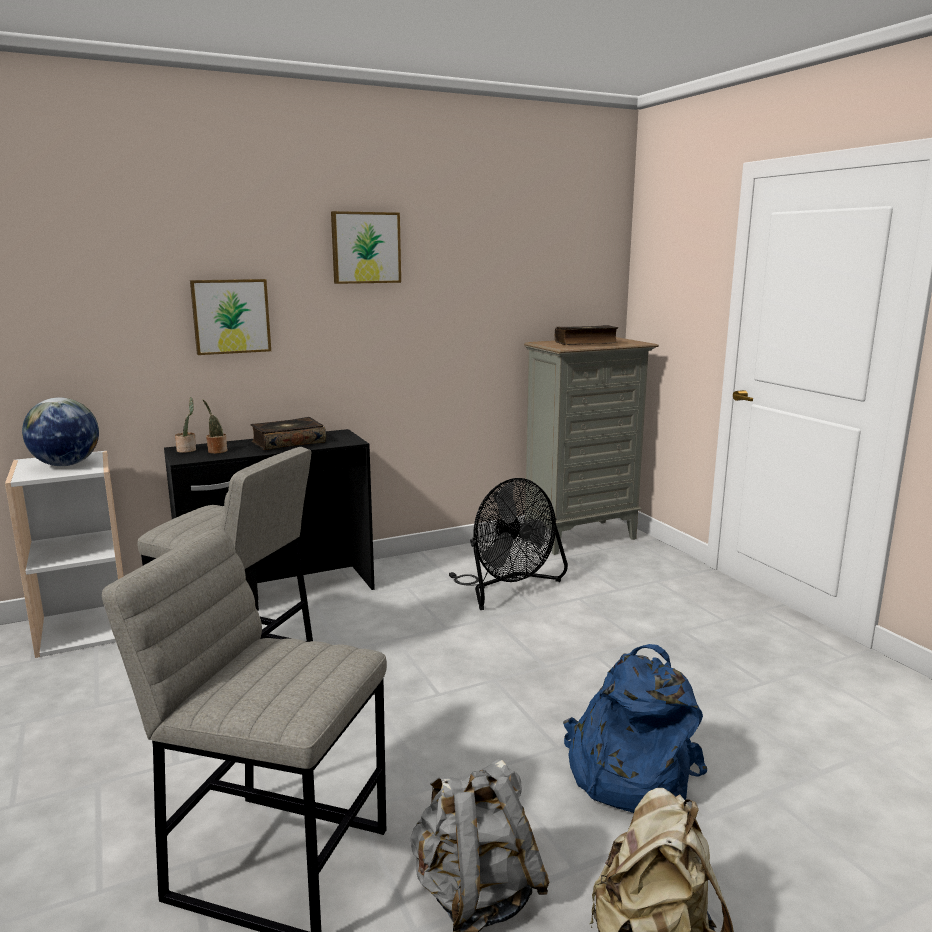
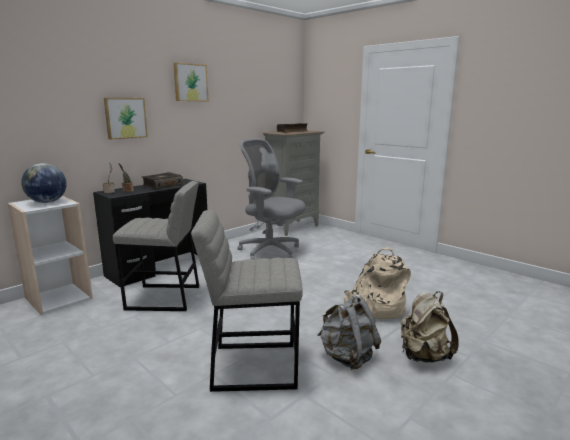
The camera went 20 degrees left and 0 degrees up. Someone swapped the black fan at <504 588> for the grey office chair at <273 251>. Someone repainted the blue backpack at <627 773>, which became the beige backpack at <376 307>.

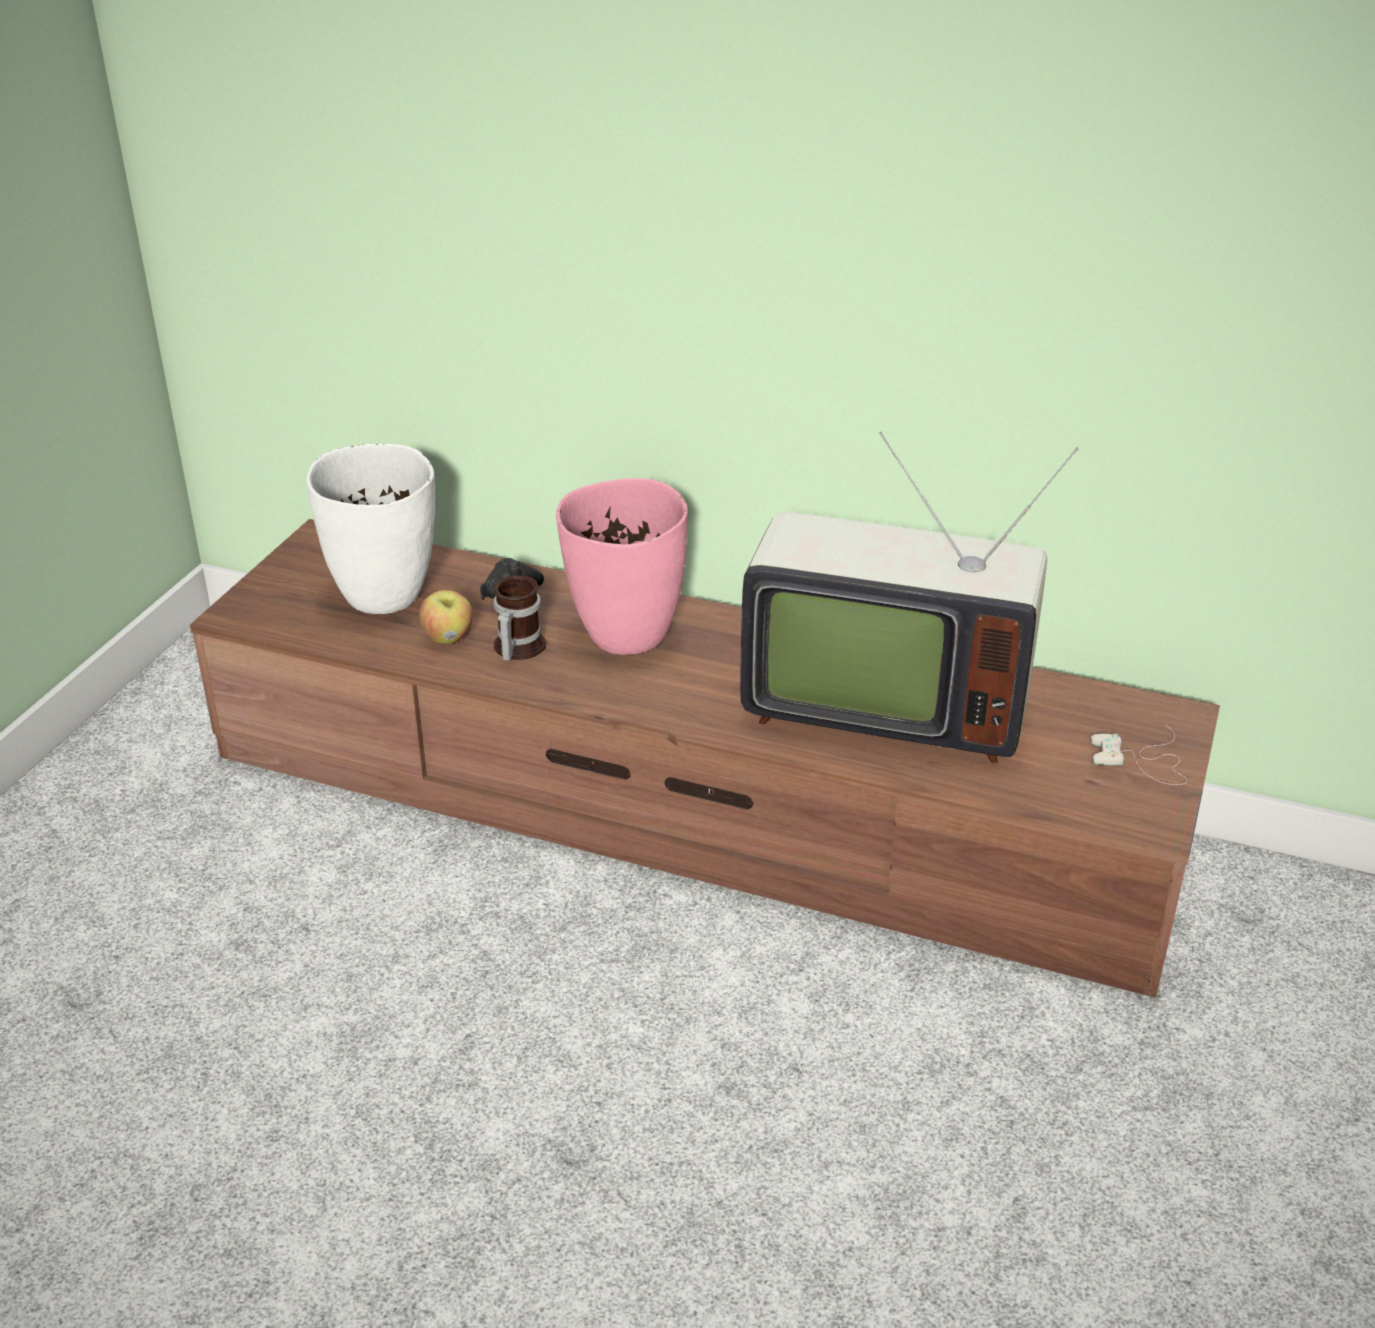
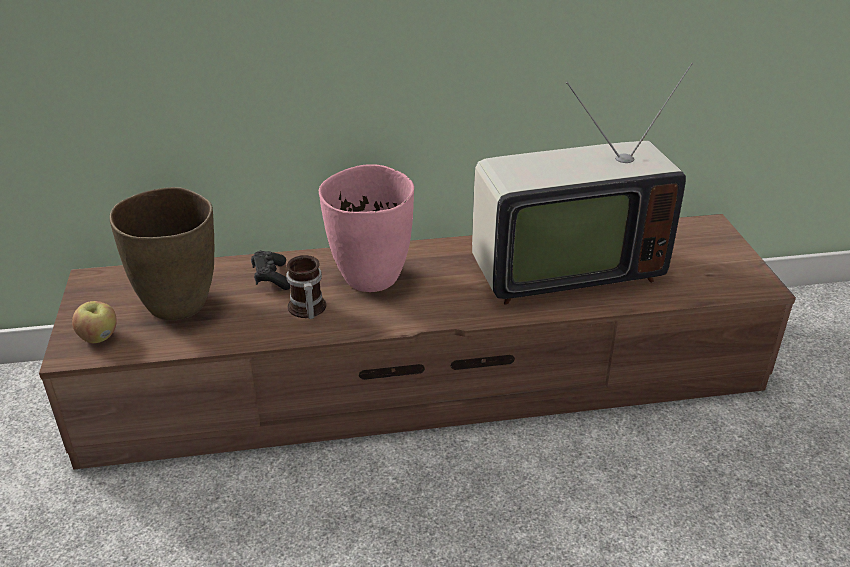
The camera went 30 degrees left and 0 degrees up. Someone repainted the white vase at <385 596>, which became the brown vase at <179 304>. Someone carried the apple from <448 638> to <99 337>. Someone took away the white game controller at <1142 761>.

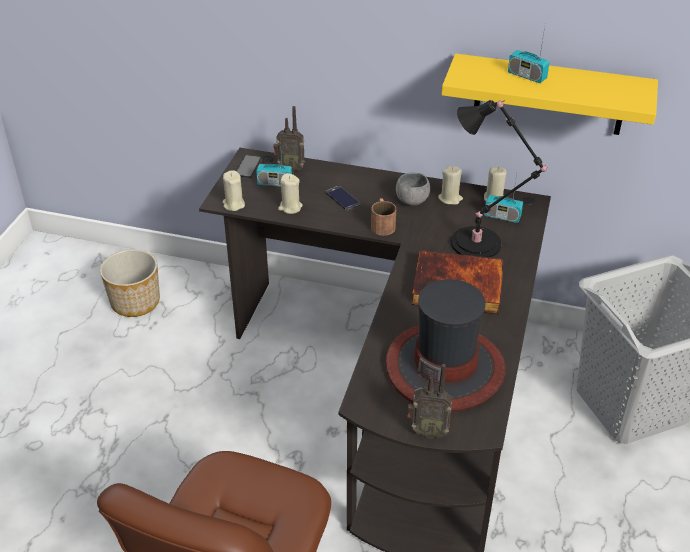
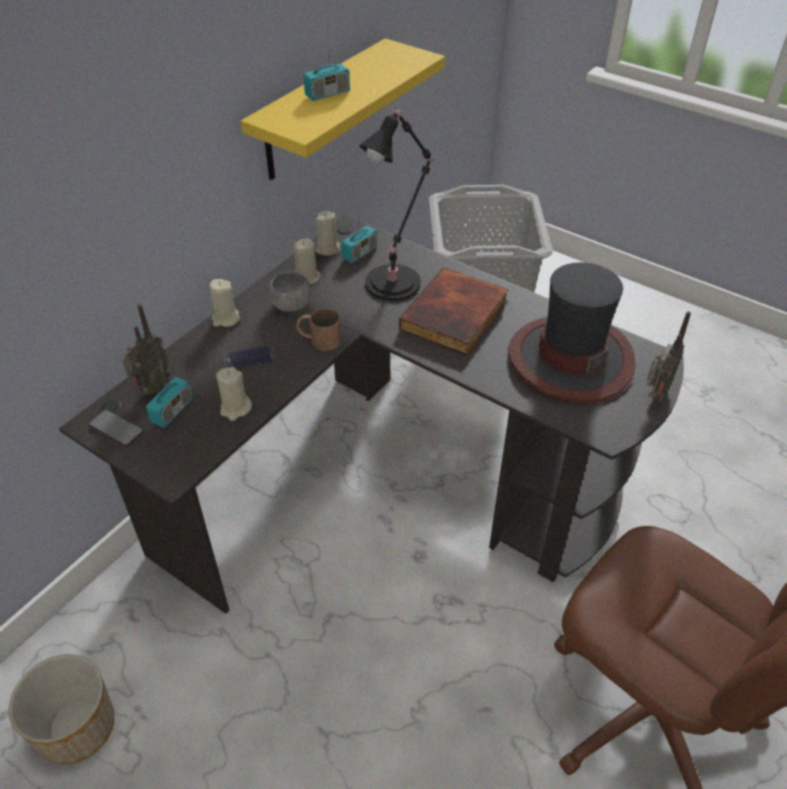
The camera went 70 degrees left and 5 degrees up. Someone carried the beige candle from <233 204> to <225 319>.

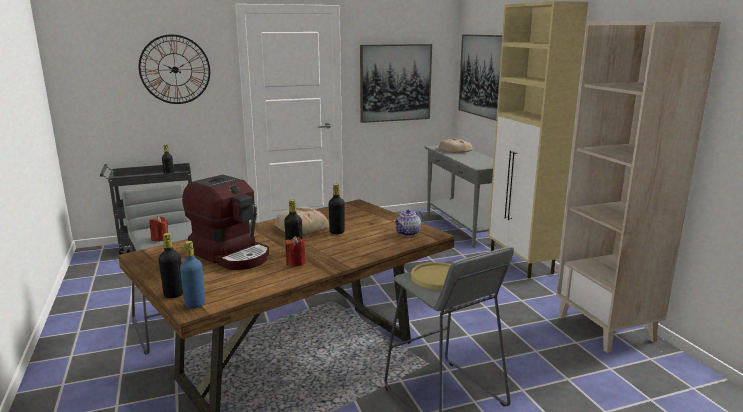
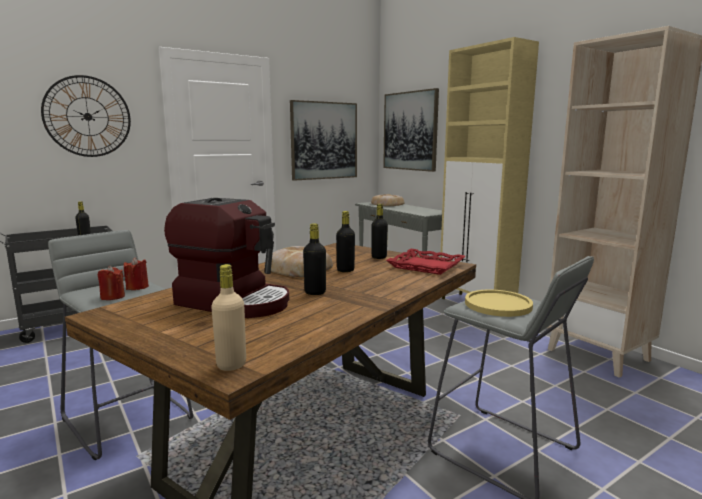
The camera went 15 degrees left and 5 degrees down. Someone carried the black bottle from <174 294> to <379 257>. Someone repainted the blue bottle at <195 304>, which became the beige bottle at <231 364>. Someone carried the red candle from <296 263> to <137 287>. Someone swapped the teapot at <408 233> for the red tray at <426 266>.

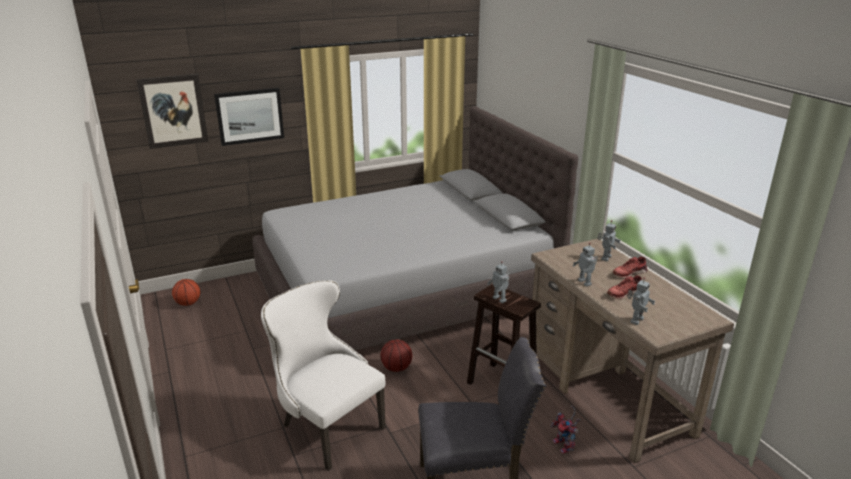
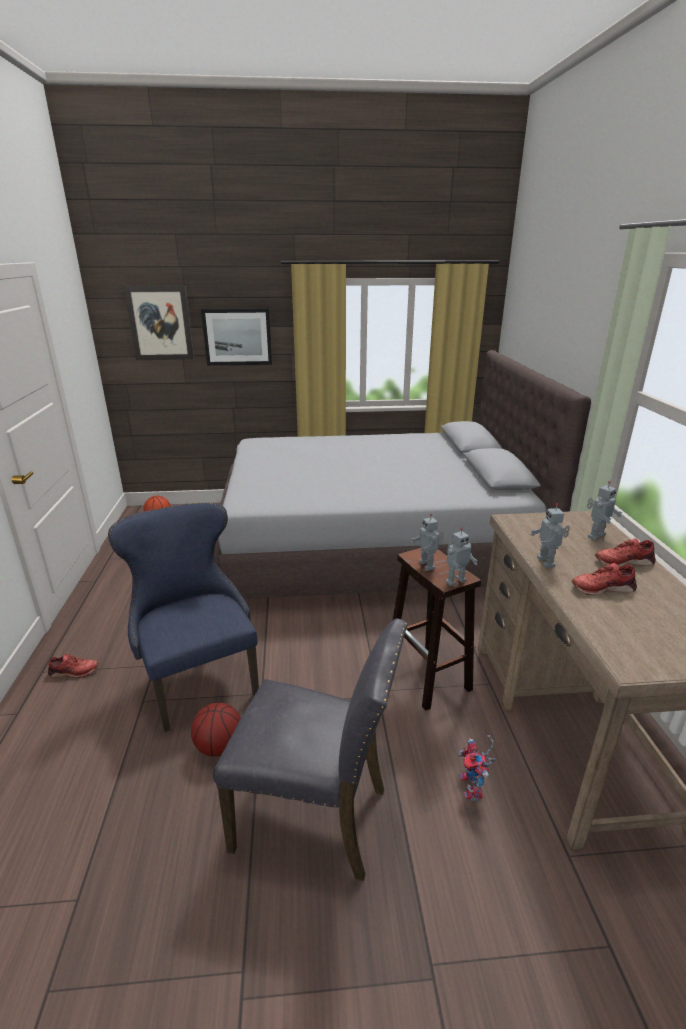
The camera went 20 degrees right and 0 degrees up. Someone repainted the white chair at <327 427>, which became the blue chair at <198 678>. Someone carried the basketball from <396 368> to <219 746>. Someone carried the toy robot from <636 320> to <455 581>. Someone put down the red shoe at <73 672>.

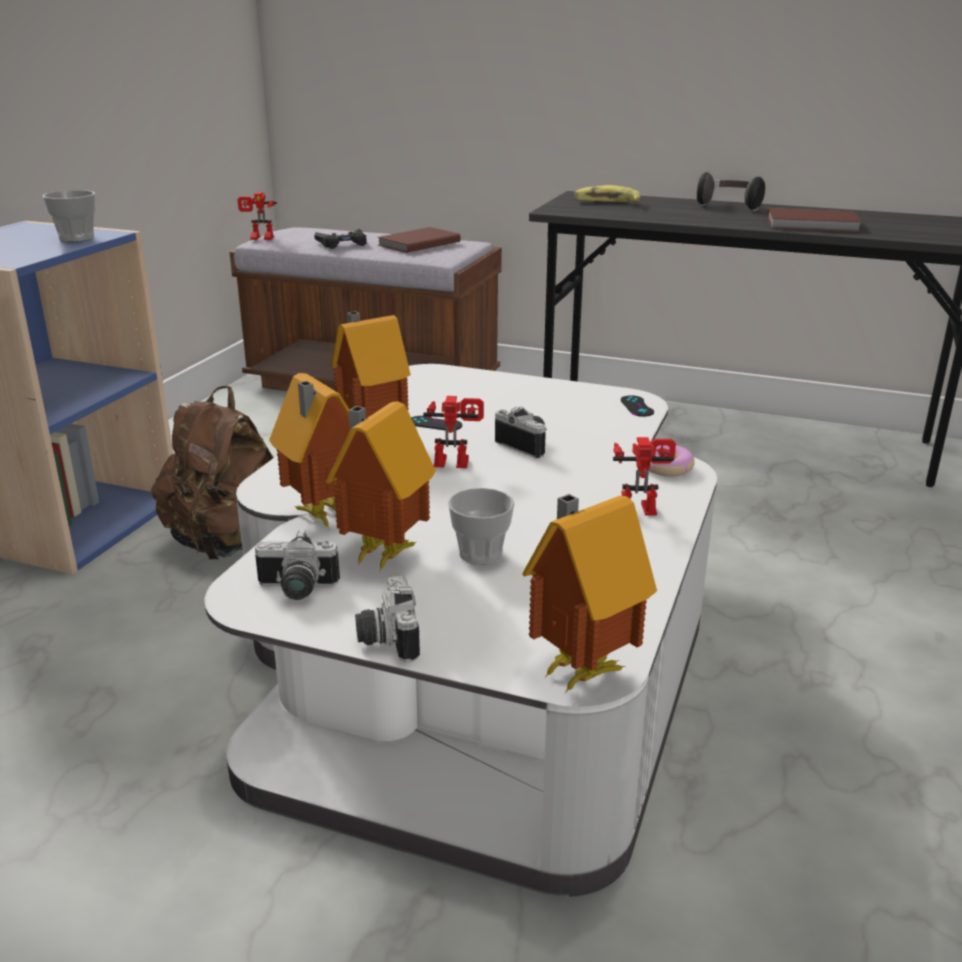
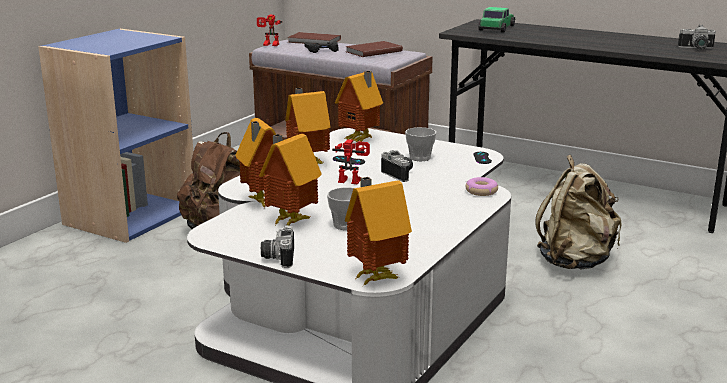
The camera went 10 degrees right and 5 degrees down. Someone carried the cup from <76 238> to <420 158>. Someone carried the photo camera from <296 590> to <696 48>. Someone swapped the banana at <607 203> for the toy car at <496 28>. Someone took away the toy robot at <638 506>. Someone took away the headphones at <732 205>. Someone carried the brown book from <813 225> to <314 41>. Someone put down the toy house at <360 140>. Someone put down the beige backpack at <575 262>.

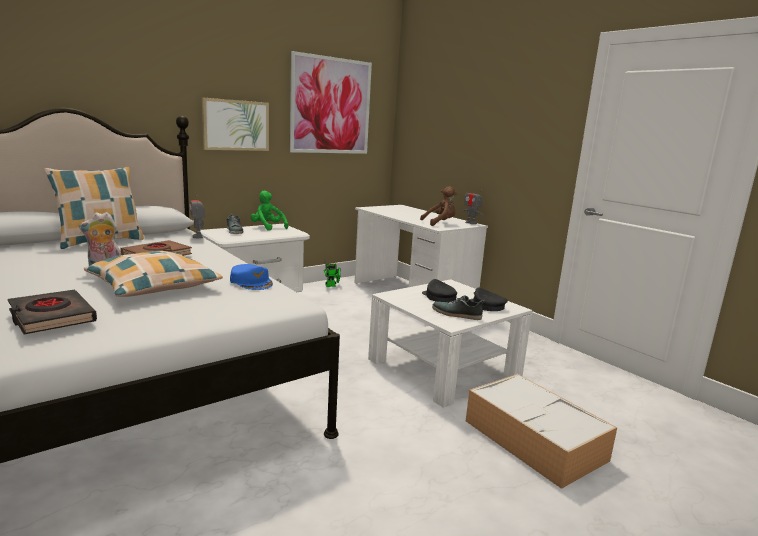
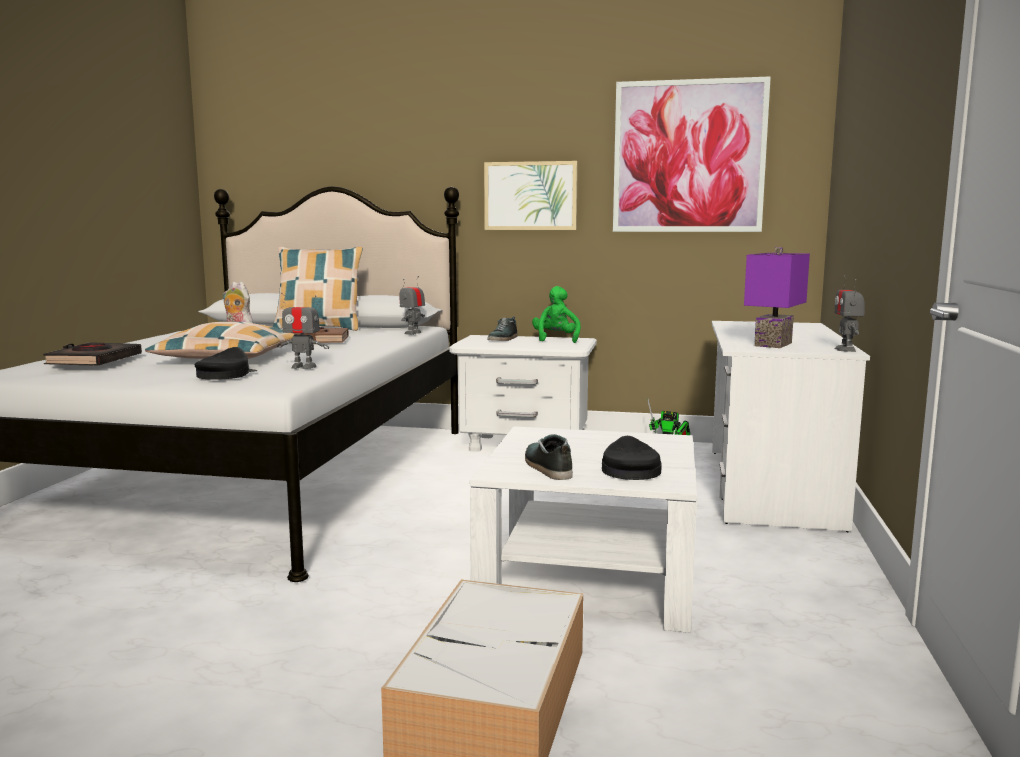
The camera went 50 degrees right and 5 degrees down. Someone swapped the blue cap at <251 282> for the toy robot at <303 367>. Someone swapped the brown plush toy at <440 223> for the purple table lamp at <775 344>. Someone carried the black cap from <438 297> to <226 375>.

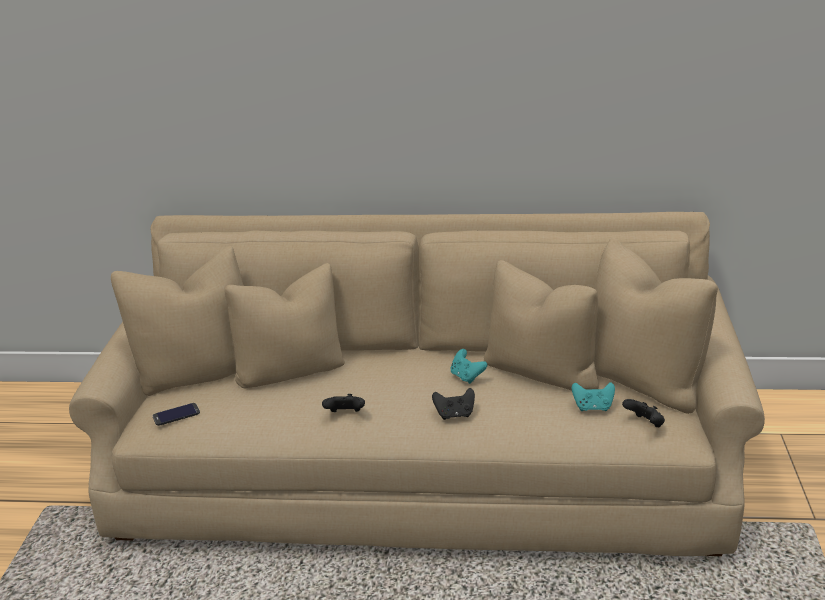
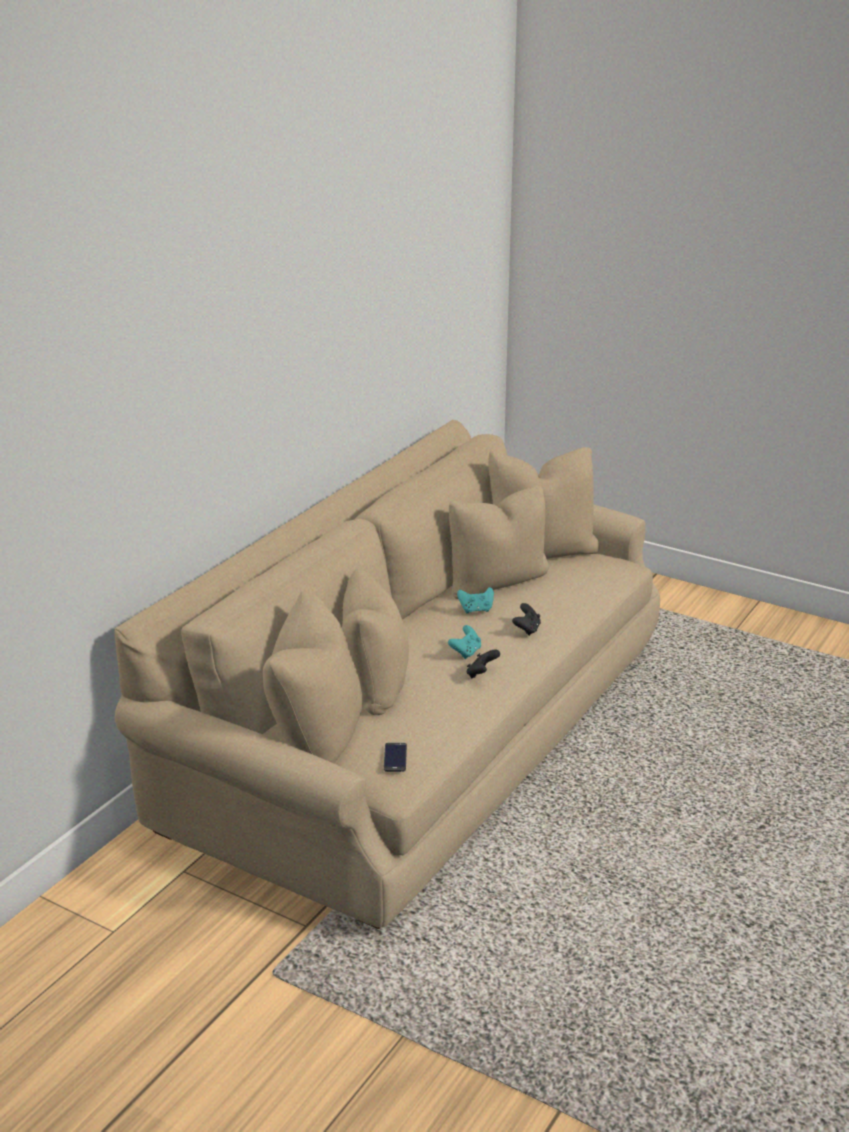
The camera went 65 degrees left and 0 degrees up. Someone carried the turquoise game controller from <593 407> to <466 652>. Someone took away the black game controller at <644 424>.

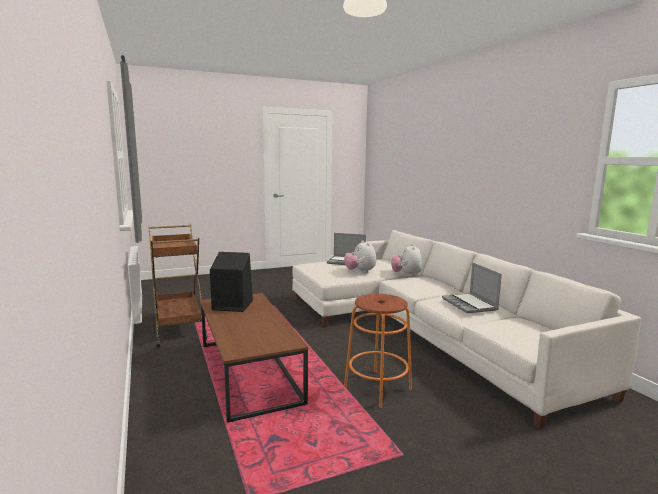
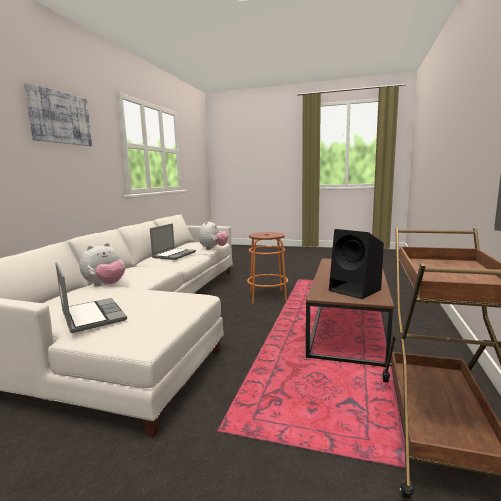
The camera went 140 degrees left and 0 degrees up. Someone carried the plush toy from <360 272> to <213 248>. Someone put up the picture at <60 118>.

